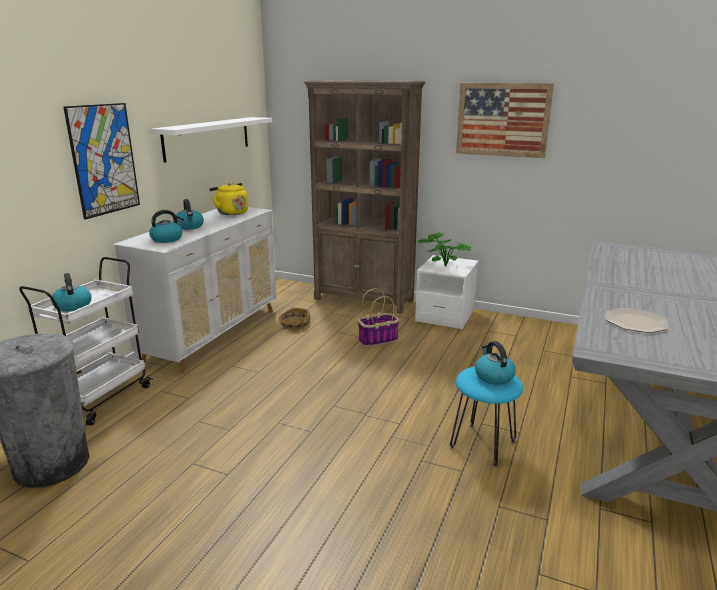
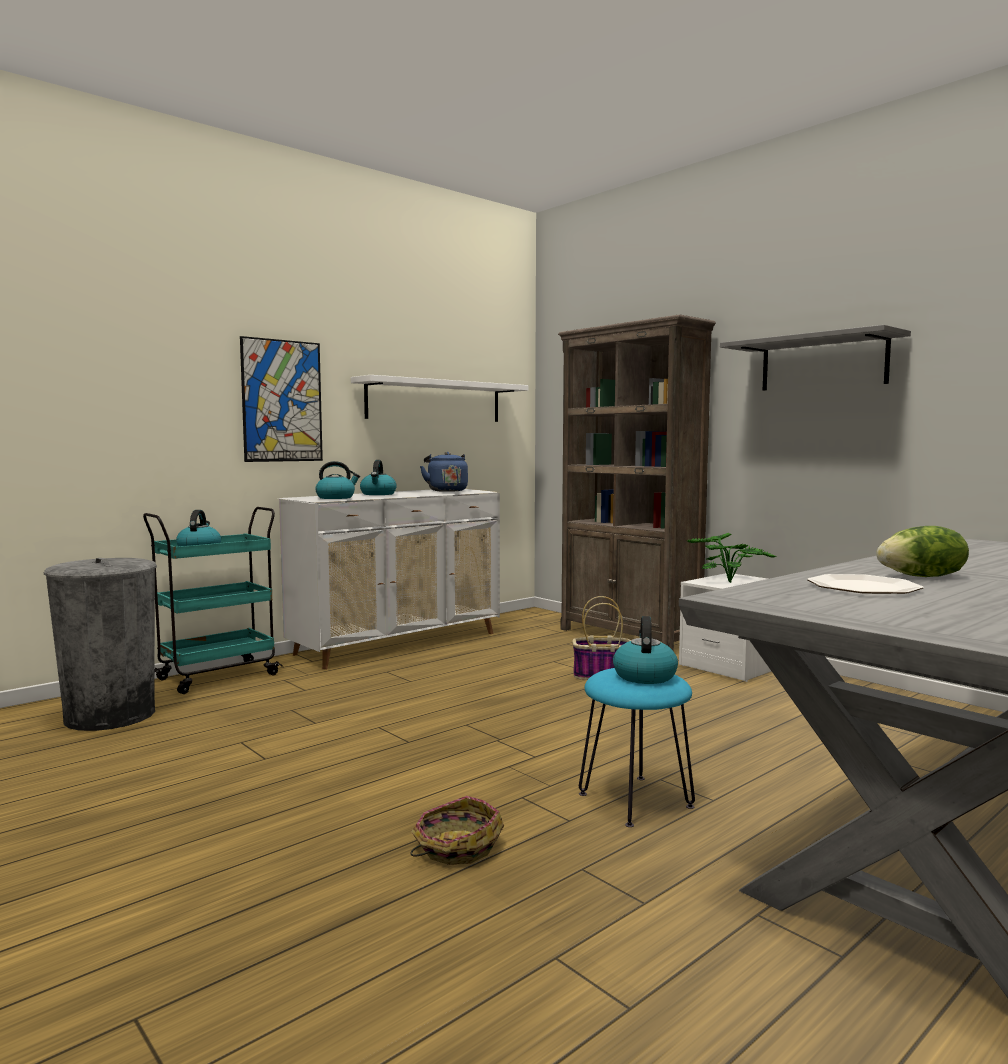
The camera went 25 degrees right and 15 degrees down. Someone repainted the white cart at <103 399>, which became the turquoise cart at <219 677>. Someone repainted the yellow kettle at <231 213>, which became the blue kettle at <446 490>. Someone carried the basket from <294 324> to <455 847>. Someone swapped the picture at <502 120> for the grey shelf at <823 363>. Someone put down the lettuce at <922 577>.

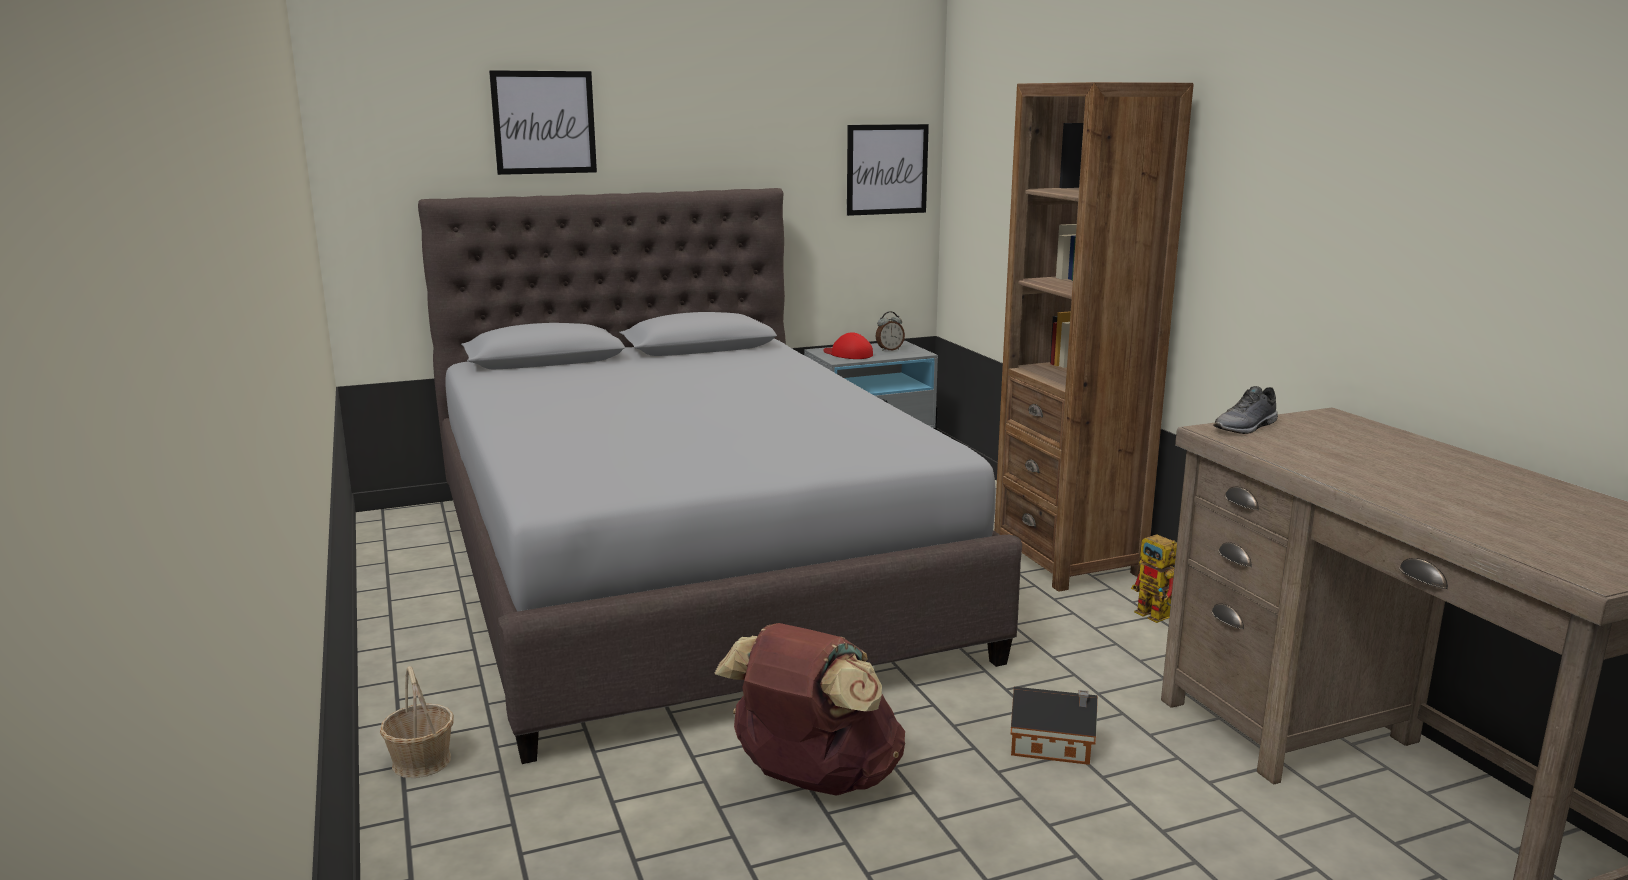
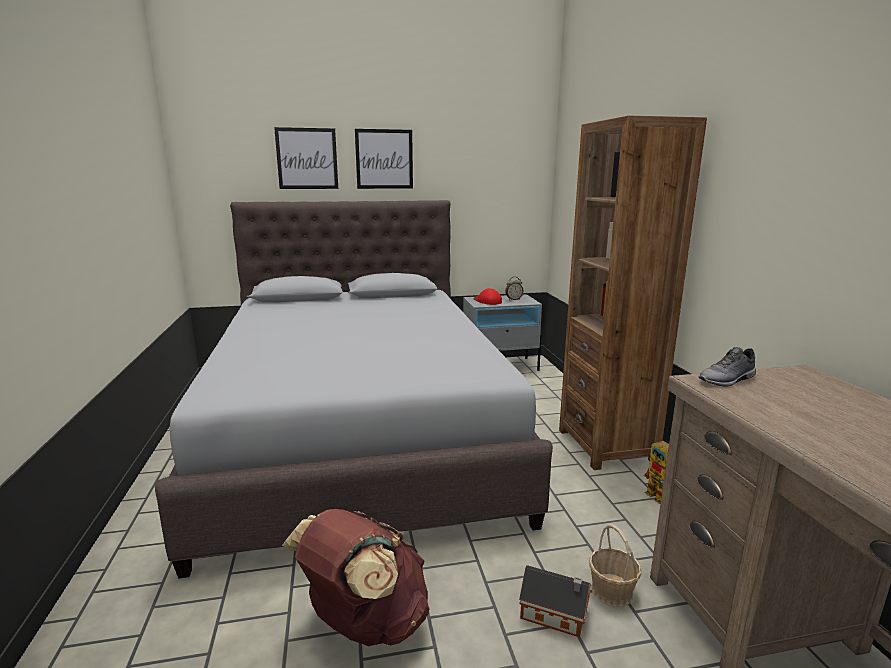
The camera went 10 degrees right and 0 degrees up. Someone carried the basket from <421 762> to <611 591>. Someone carried the picture from <887 169> to <384 159>.

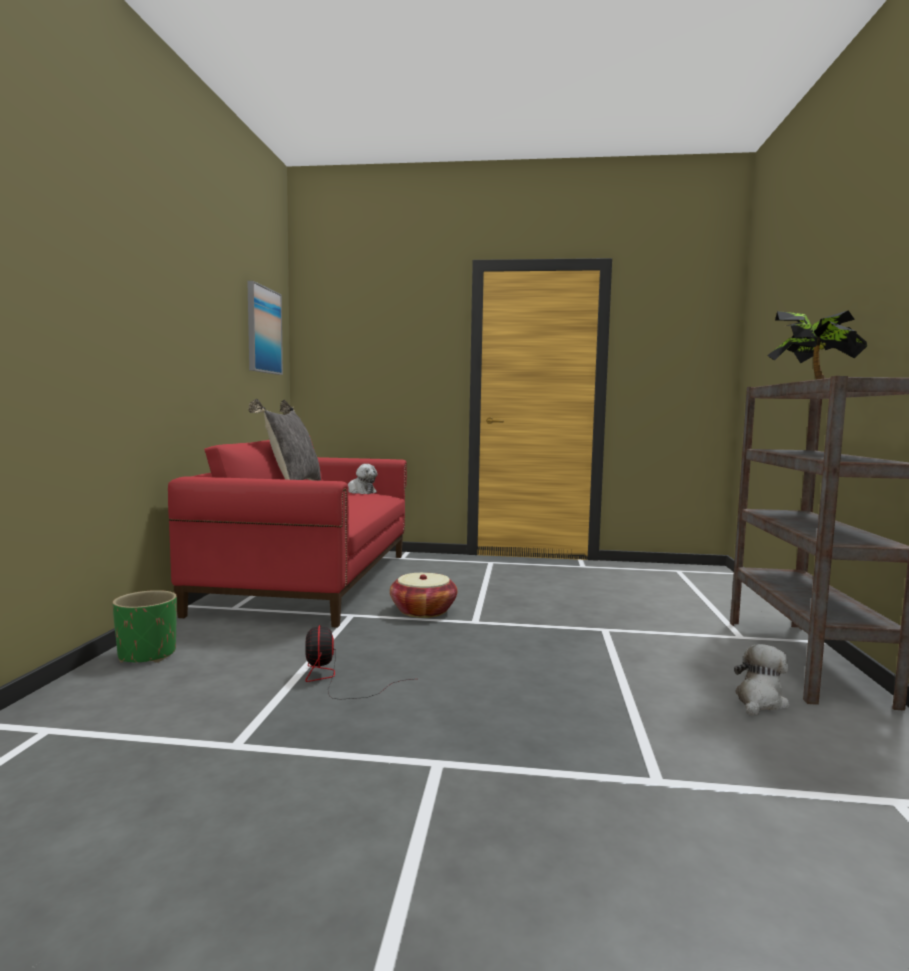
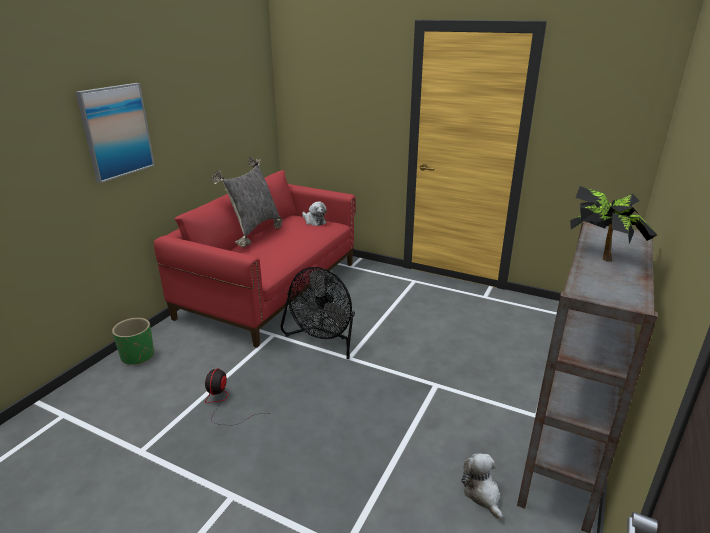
The camera went 20 degrees right and 20 degrees up. Someone carried the picture from <263 330> to <116 131>. Someone swapped the basket at <423 611> for the black fan at <322 338>. Someone rotated the plush toy at <759 701> by 75 degrees counterclockwise.

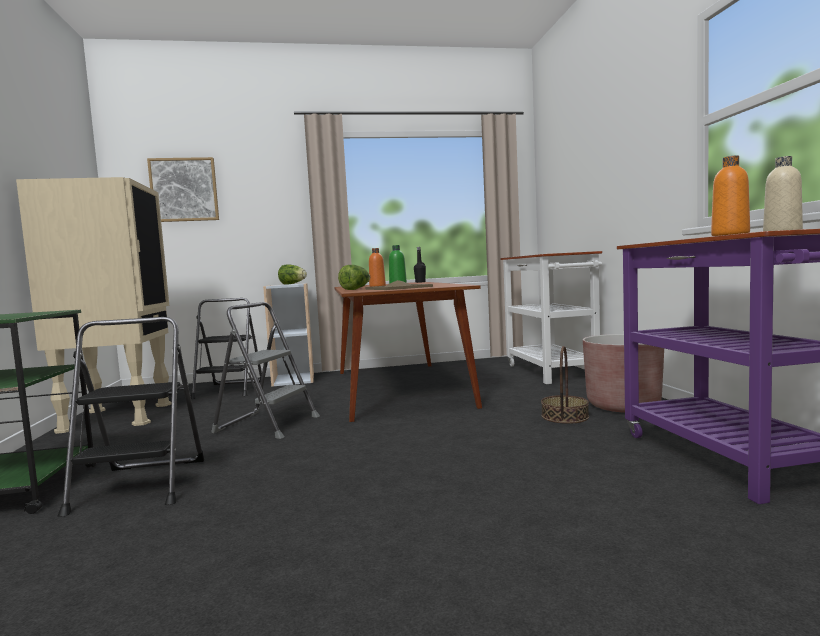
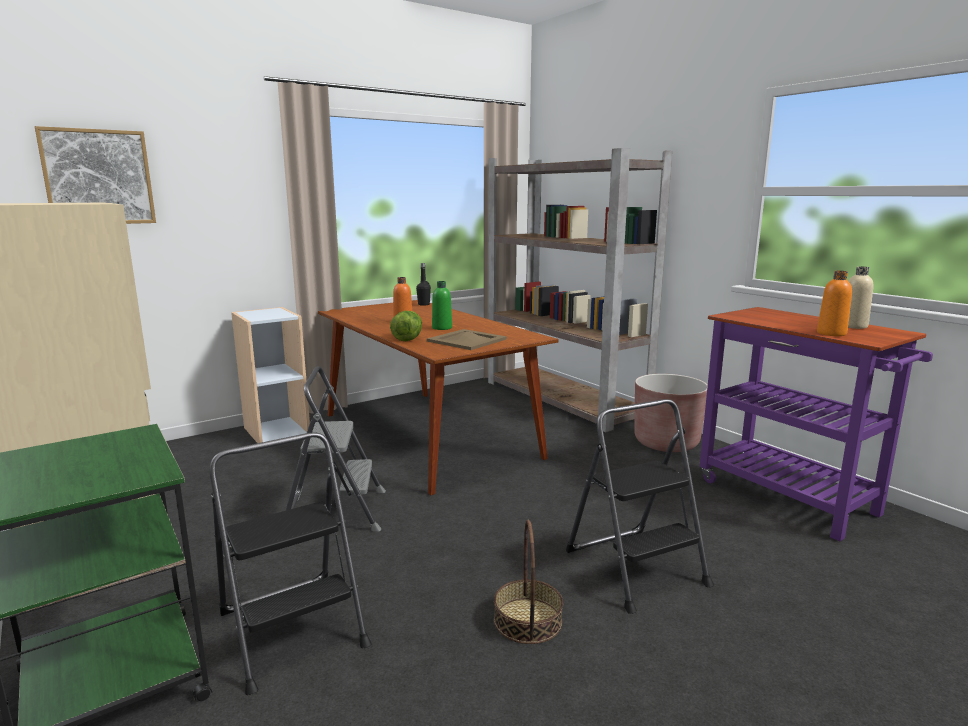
The camera went 25 degrees left and 10 degrees up. Someone carried the black step ladder from <231 389> to <633 564>. Someone took away the lettuce at <292 284>. Someone swapped the white cart at <551 372> for the brown bookcase at <563 399>. Someone carried the basket from <565 416> to <528 620>.

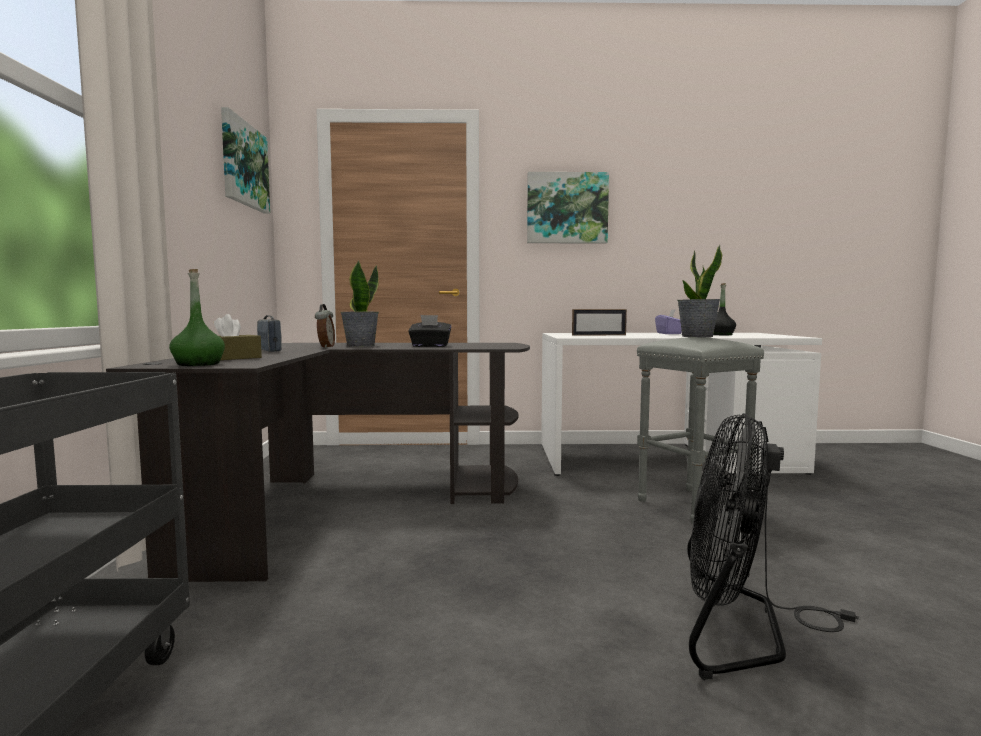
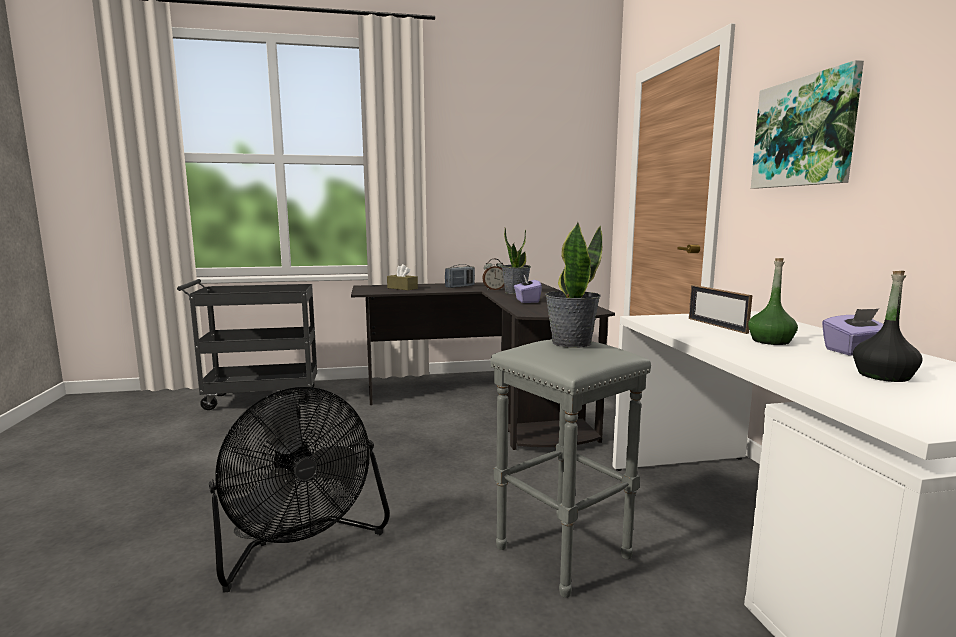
The camera went 80 degrees right and 5 degrees up. Someone carried the green bottle from <198 364> to <770 341>. Someone took away the picture at <243 165>. Someone repainted the black tissue box at <430 346>, which became the purple tissue box at <526 301>. Someone rotated the black fan at <743 622> by 135 degrees clockwise.

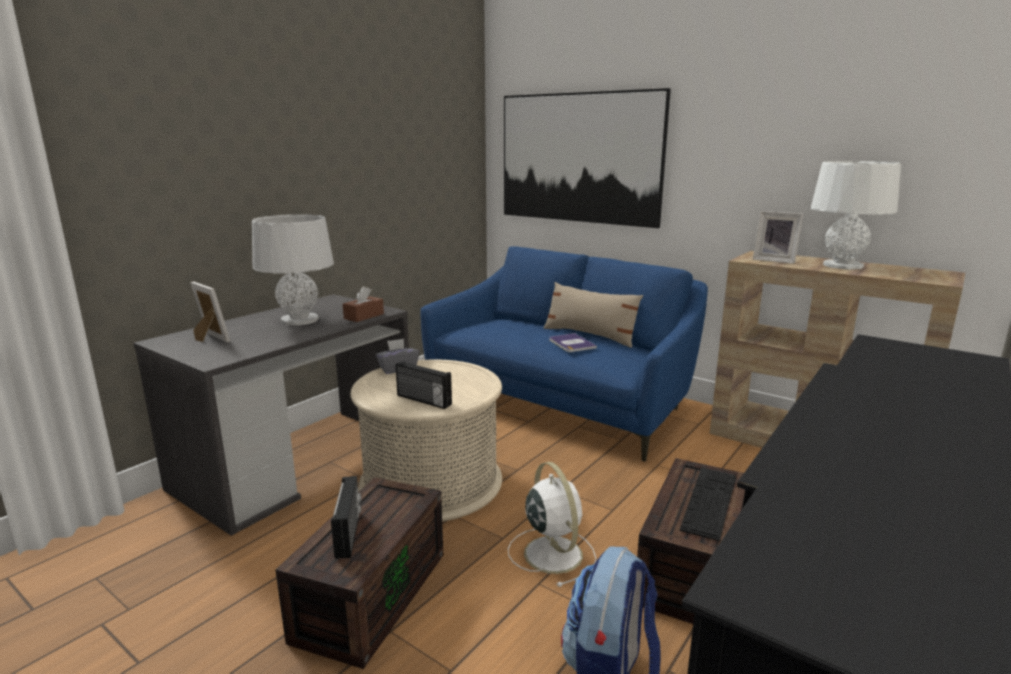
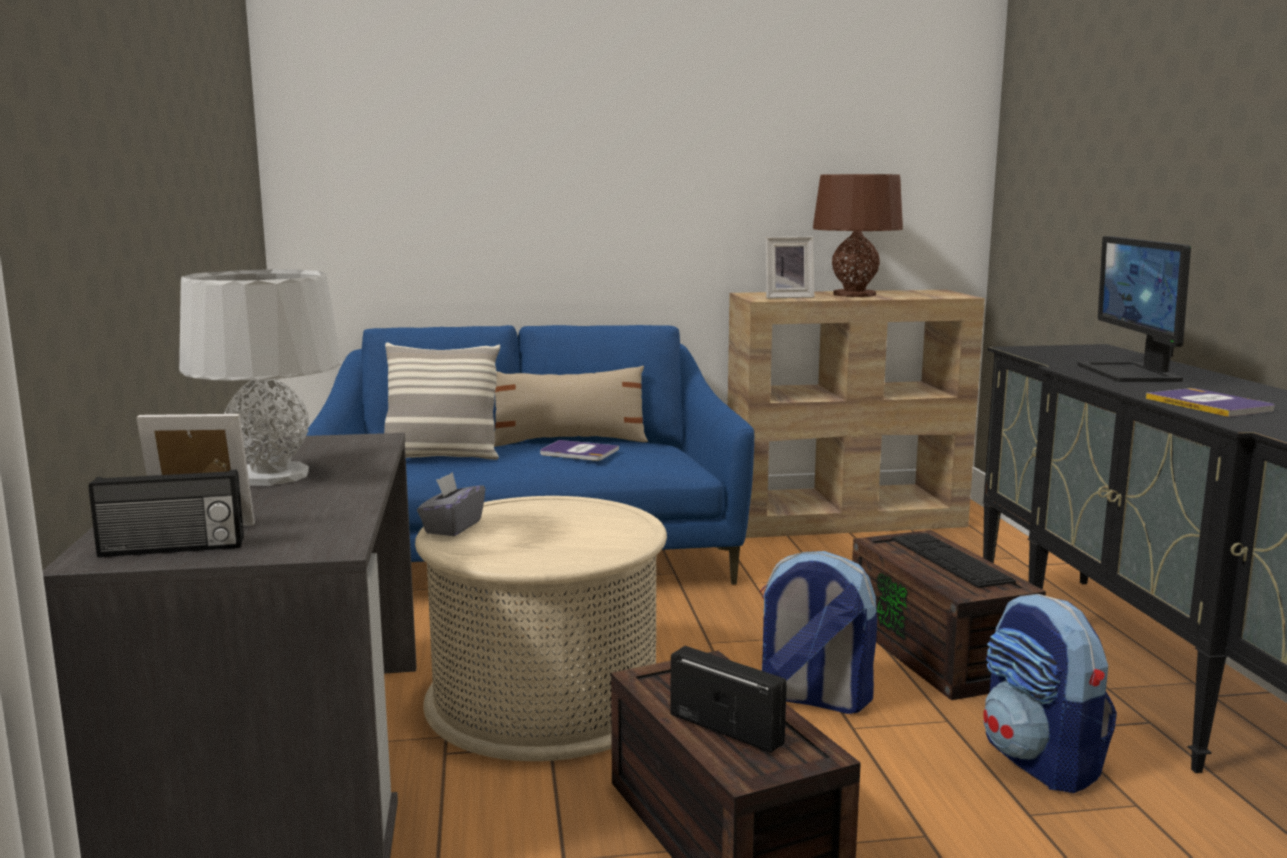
The camera went 45 degrees left and 5 degrees down. Someone took away the brown tissue box at <364 316>. Someone carried the radio from <423 400> to <172 549>. Someone took away the picture at <578 158>. Someone swapped the white fan at <552 552> for the backpack at <812 698>. Someone repainted the white table lamp at <843 266>, which became the brown table lamp at <854 294>. Someone put down the pillow at <441 457>. Someone put down the monitor at <1130 373>. Someone put down the book at <1210 404>.

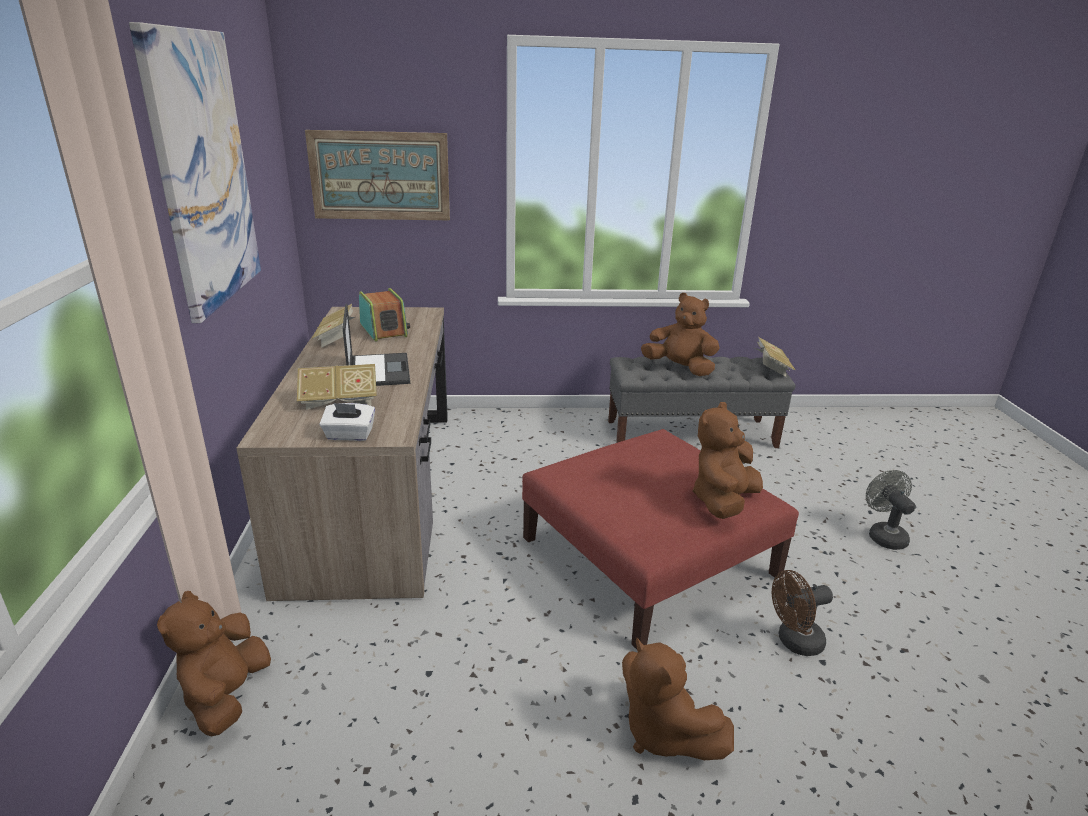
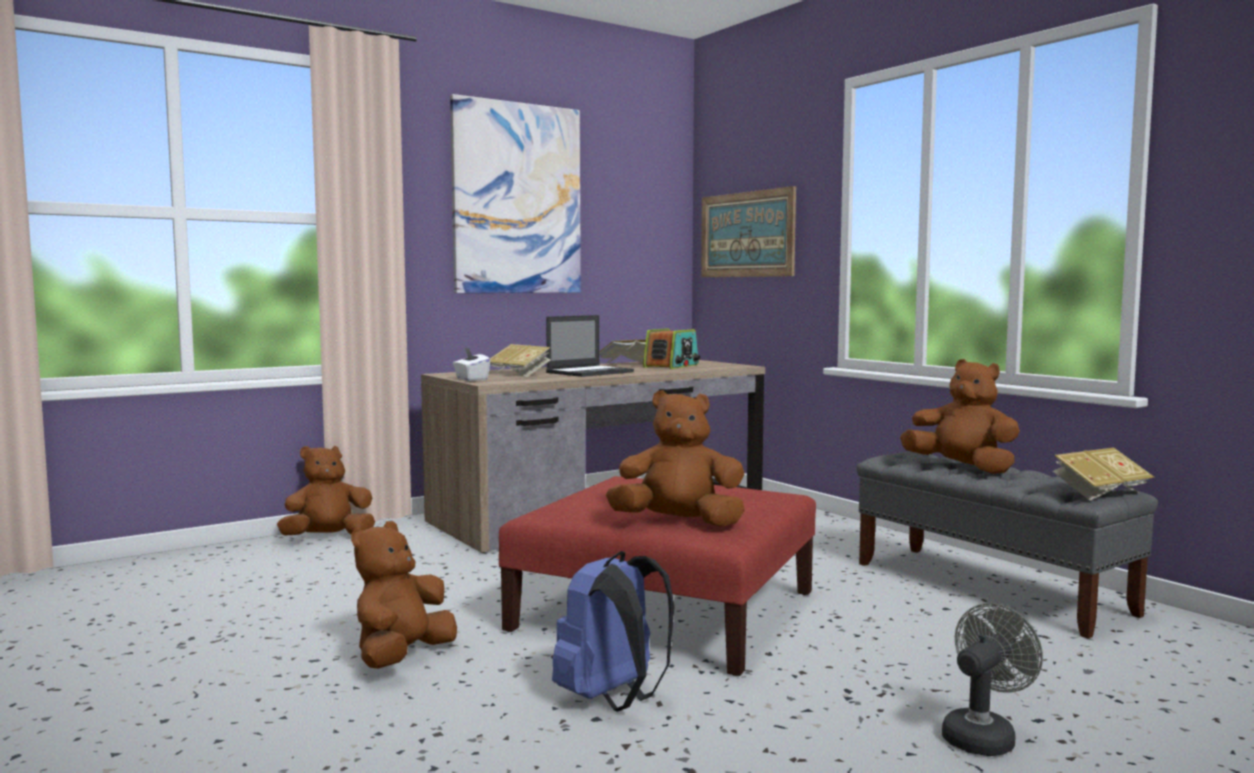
The camera went 60 degrees right and 20 degrees down. Someone rotated the brown plush toy at <680 368> by 45 degrees counterclockwise. Someone swapped the brown fan at <794 642> for the blue backpack at <613 699>.

